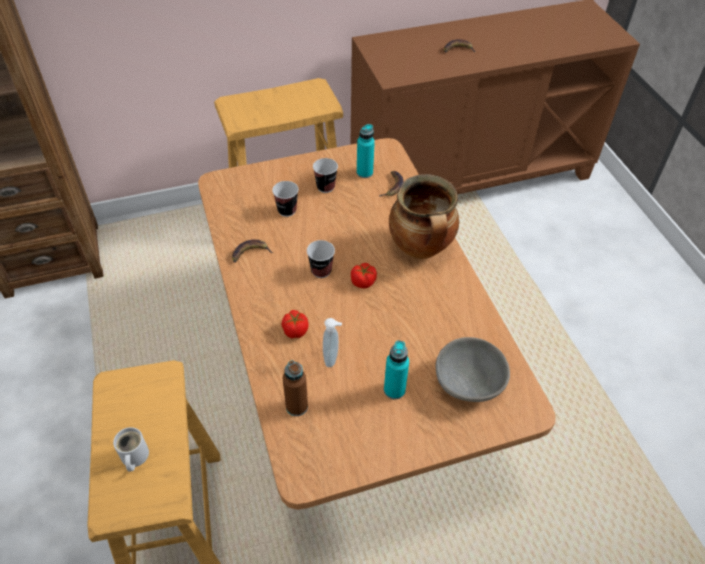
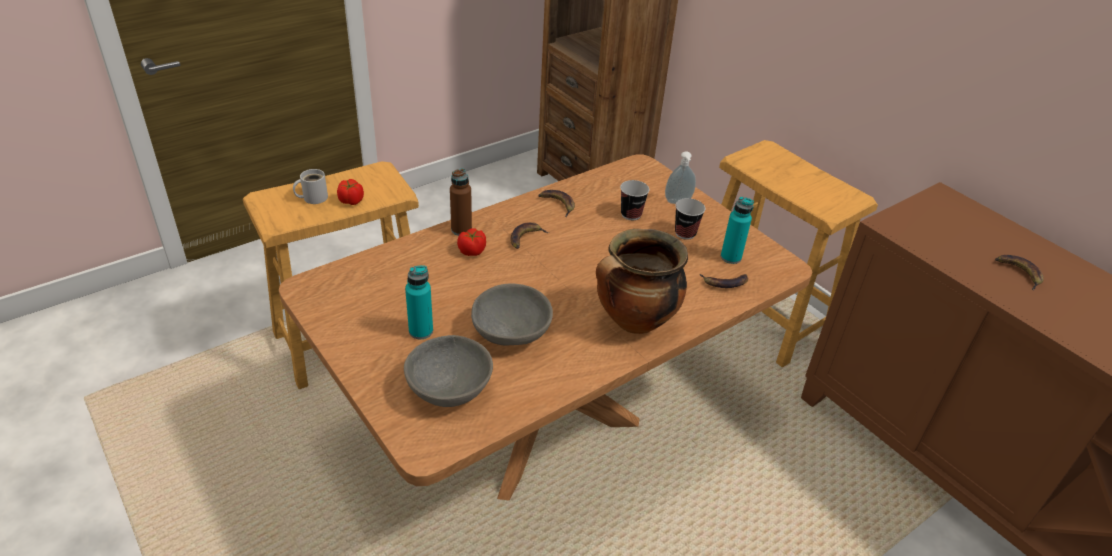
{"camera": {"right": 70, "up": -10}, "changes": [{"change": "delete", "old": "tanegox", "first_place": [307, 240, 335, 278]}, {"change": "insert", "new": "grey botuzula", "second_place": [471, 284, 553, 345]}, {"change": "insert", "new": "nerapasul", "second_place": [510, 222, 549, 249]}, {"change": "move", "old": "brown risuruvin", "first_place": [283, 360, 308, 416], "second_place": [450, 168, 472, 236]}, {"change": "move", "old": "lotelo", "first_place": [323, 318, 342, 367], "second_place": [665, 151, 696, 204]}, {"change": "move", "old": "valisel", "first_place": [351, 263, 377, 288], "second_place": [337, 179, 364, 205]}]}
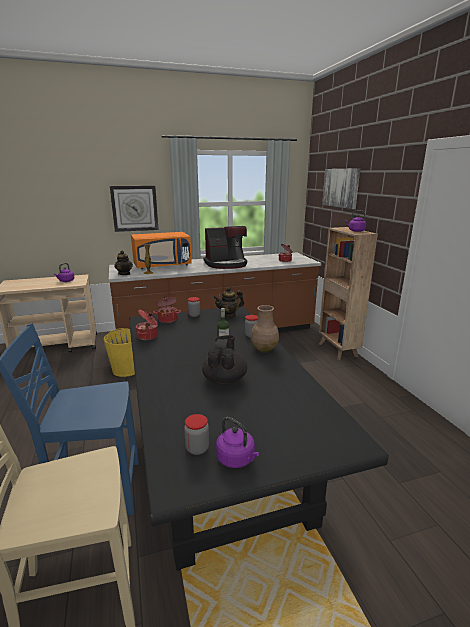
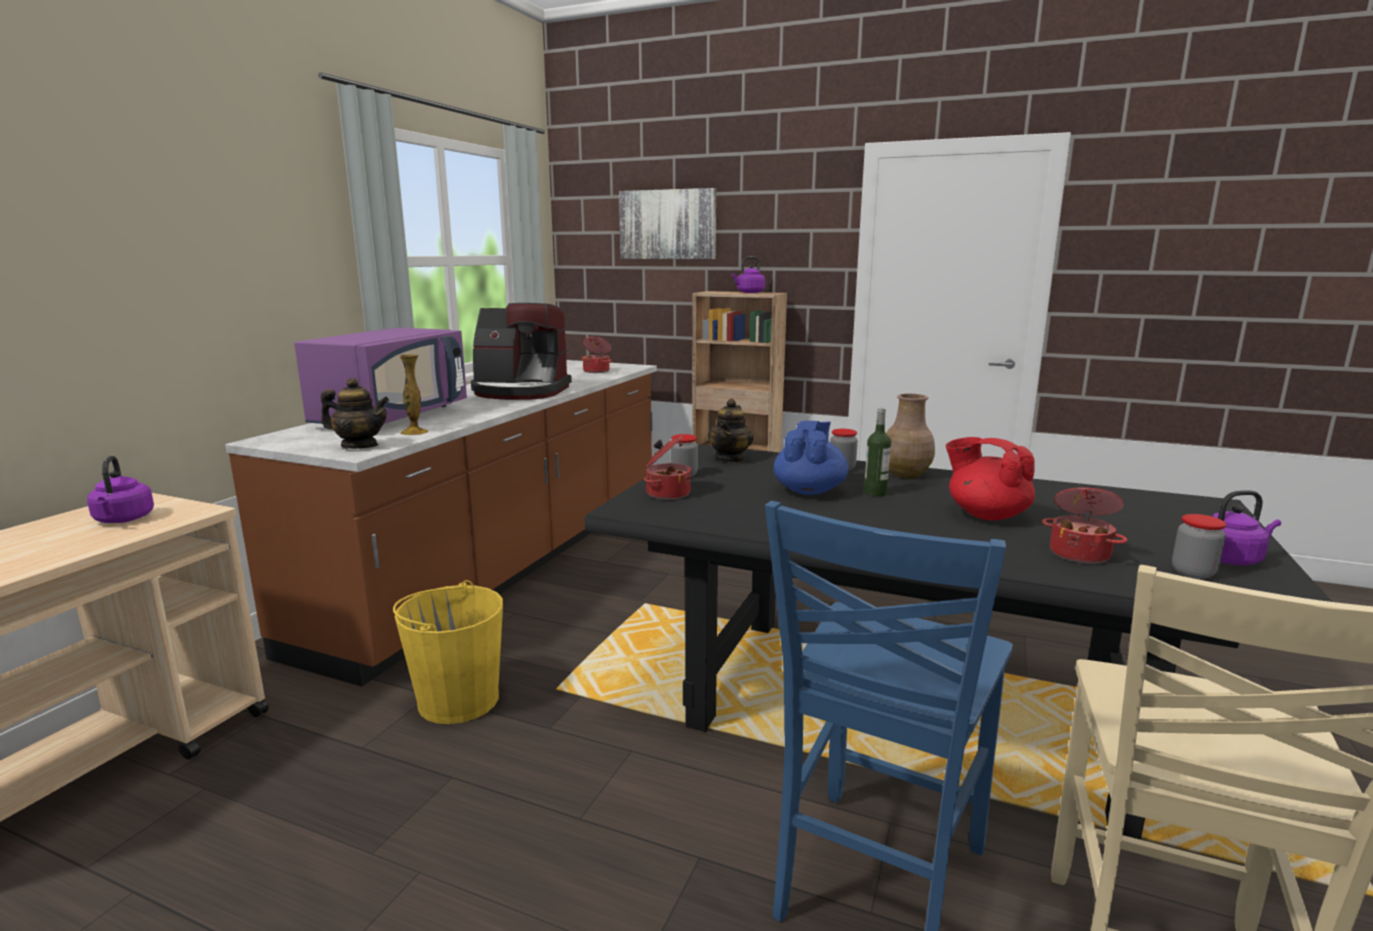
{"camera": {"right": -50, "up": -5}, "changes": [{"change": "delete", "old": "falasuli", "first_place": [110, 186, 159, 232]}, {"change": "insert", "new": "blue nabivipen", "second_place": [774, 421, 849, 495]}, {"change": "move", "old": "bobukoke", "first_place": [135, 310, 158, 340], "second_place": [1042, 486, 1127, 564]}, {"change": "recolor", "old": "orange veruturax", "new": "purple veruturax", "first_place": [131, 232, 192, 269], "second_place": [294, 328, 467, 428]}, {"change": "recolor", "old": "black nabivipen", "new": "red nabivipen", "first_place": [202, 335, 247, 385], "second_place": [945, 437, 1035, 520]}, {"change": "rotate", "old": "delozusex", "first_place": [203, 226, 247, 269], "second_place": [471, 303, 572, 400], "degrees": 75}]}
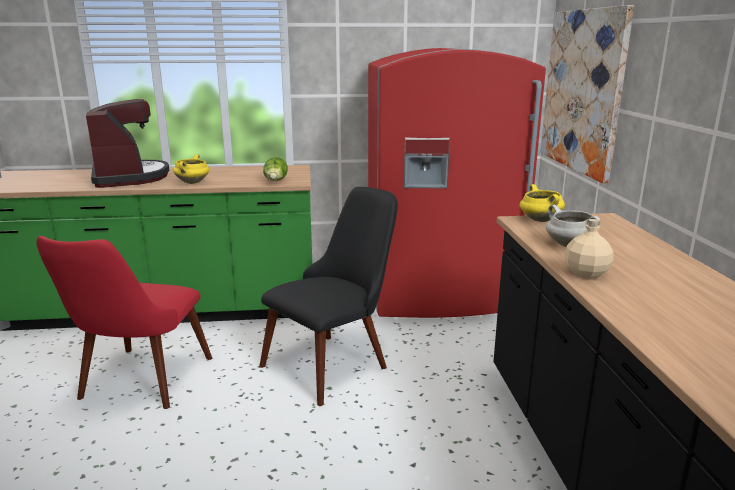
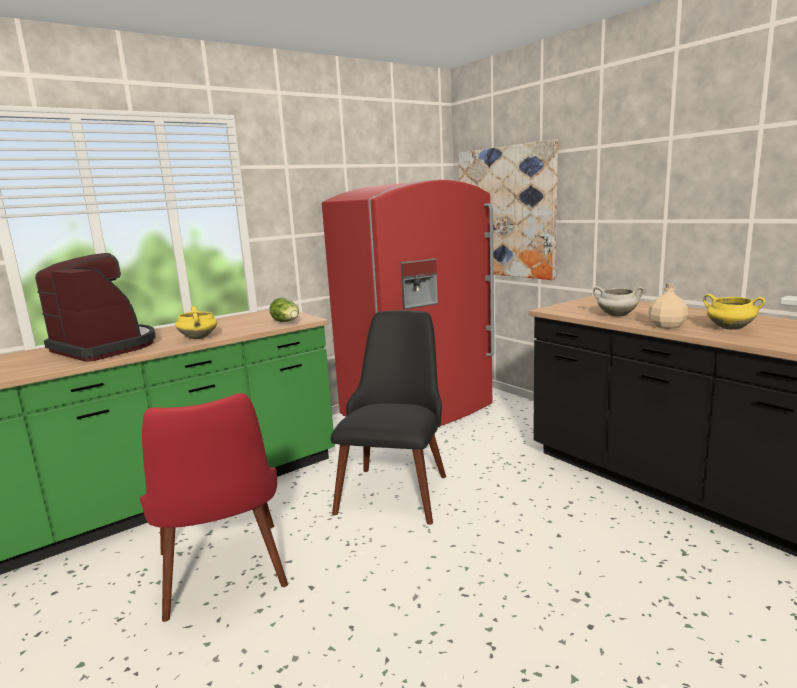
{"camera": {"right": -30, "up": -5}, "changes": [{"change": "move", "old": "yellow bobukoke", "first_place": [520, 184, 565, 222], "second_place": [703, 293, 766, 330]}]}
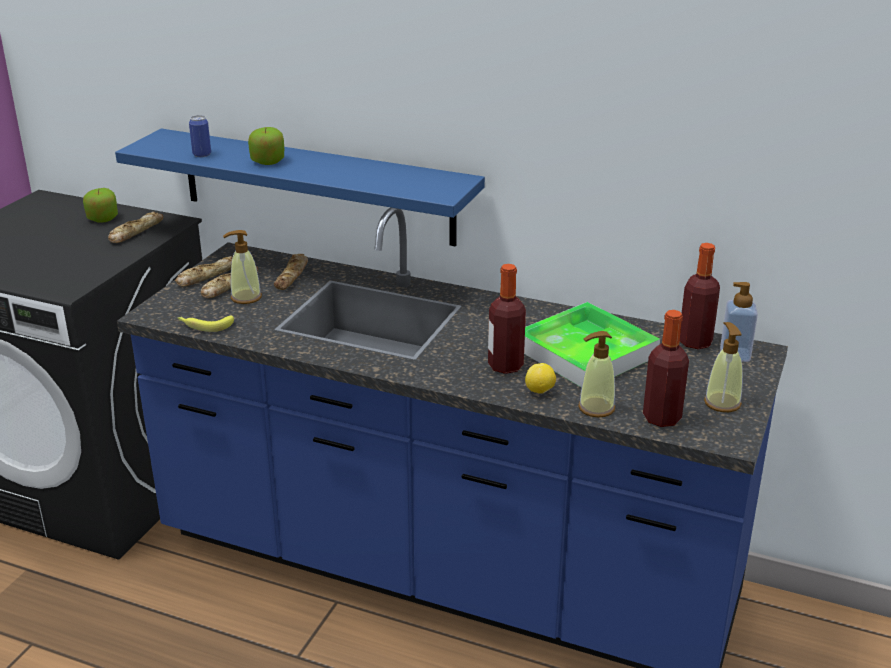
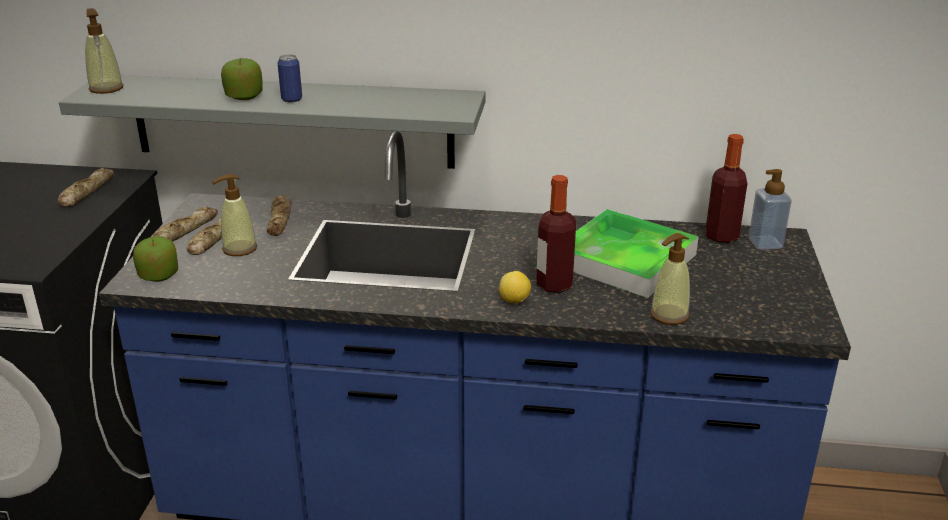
{"camera": {"right": -15, "up": 0}, "changes": [{"change": "delete", "old": "nerapasul", "first_place": [178, 315, 234, 332]}, {"change": "delete", "old": "risuruvin", "first_place": [643, 310, 689, 427]}, {"change": "move", "old": "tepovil", "first_place": [83, 188, 118, 223], "second_place": [133, 236, 178, 282]}, {"change": "move", "old": "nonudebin", "first_place": [189, 115, 211, 157], "second_place": [277, 54, 302, 102]}, {"change": "move", "old": "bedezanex", "first_place": [525, 363, 556, 394], "second_place": [499, 271, 531, 303]}, {"change": "move", "old": "lotelo", "first_place": [704, 322, 743, 412], "second_place": [85, 8, 124, 94]}, {"change": "recolor", "old": "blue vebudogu", "new": "grey vebudogu", "first_place": [115, 129, 485, 246], "second_place": [59, 75, 485, 169]}]}
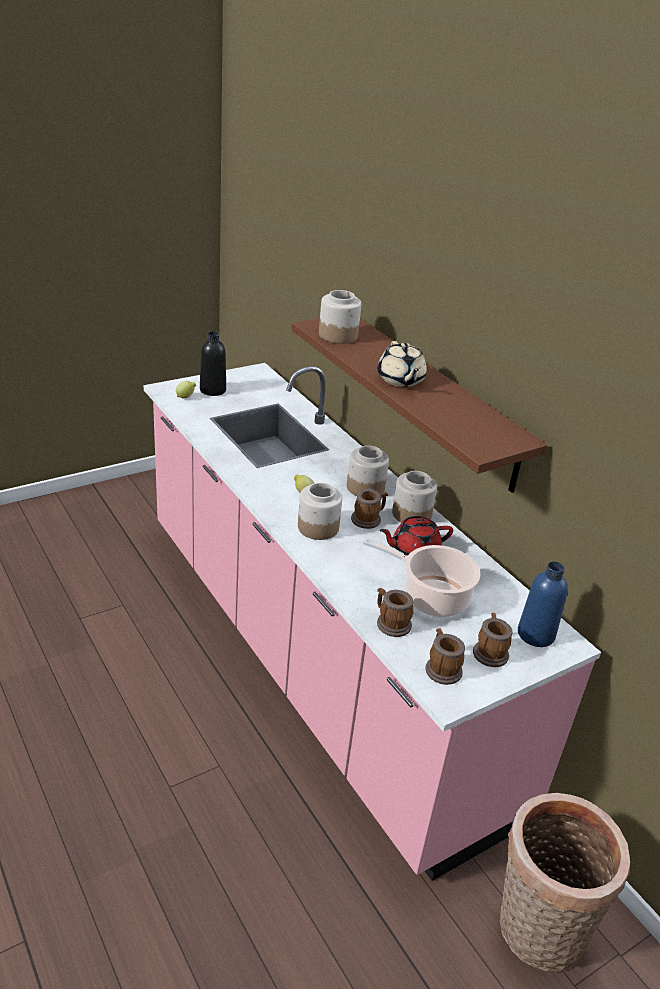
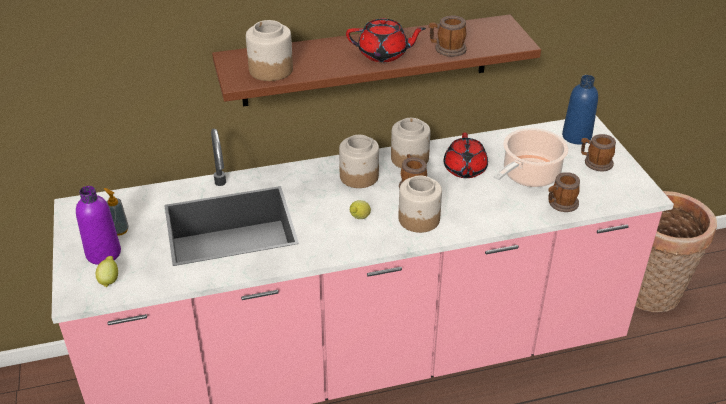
{"camera": {"right": -70, "up": 5}, "changes": [{"change": "insert", "new": "lotelo", "second_place": [104, 188, 129, 236]}, {"change": "move", "old": "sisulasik", "first_place": [425, 628, 465, 685], "second_place": [429, 15, 467, 57]}, {"change": "recolor", "old": "black risuruvin", "new": "purple risuruvin", "first_place": [200, 331, 226, 396], "second_place": [76, 186, 121, 265]}, {"change": "recolor", "old": "beige nabivipen", "new": "red nabivipen", "first_place": [377, 341, 427, 387], "second_place": [346, 18, 426, 62]}]}
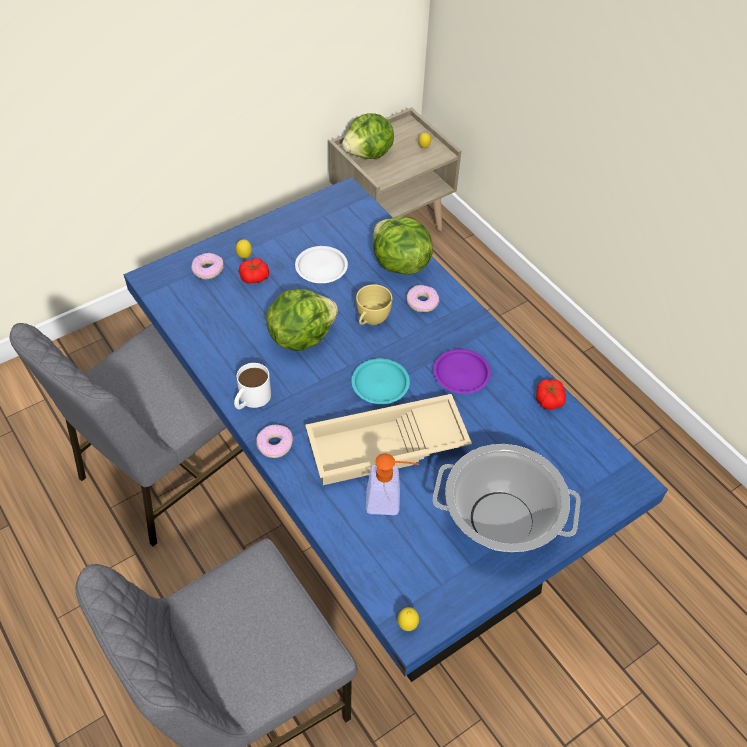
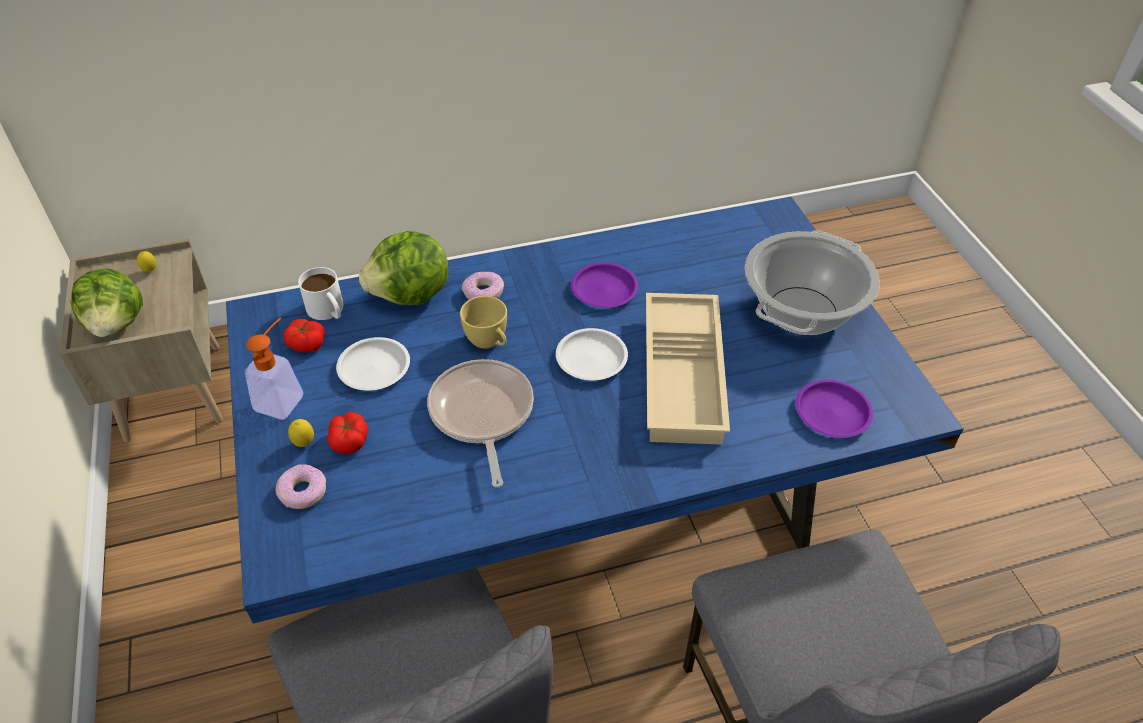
{"camera": {"right": -70, "up": -5}, "changes": [{"change": "delete", "old": "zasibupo", "first_place": [256, 425, 293, 458]}, {"change": "delete", "old": "bedezanex", "first_place": [398, 607, 419, 631]}, {"change": "insert", "new": "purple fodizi", "second_place": [795, 380, 873, 438]}, {"change": "move", "old": "white sisulasik", "first_place": [234, 363, 271, 409], "second_place": [298, 267, 344, 320]}, {"change": "move", "old": "lotelo", "first_place": [366, 453, 419, 515], "second_place": [245, 317, 304, 420]}, {"change": "move", "old": "valisel", "first_place": [536, 379, 566, 410], "second_place": [284, 319, 325, 352]}, {"change": "replace", "old": "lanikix", "new": "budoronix", "first_place": [266, 289, 338, 351], "second_place": [427, 359, 534, 488]}, {"change": "recolor", "old": "turquoise fodizi", "new": "white fodizi", "first_place": [352, 358, 410, 404], "second_place": [556, 328, 628, 380]}]}
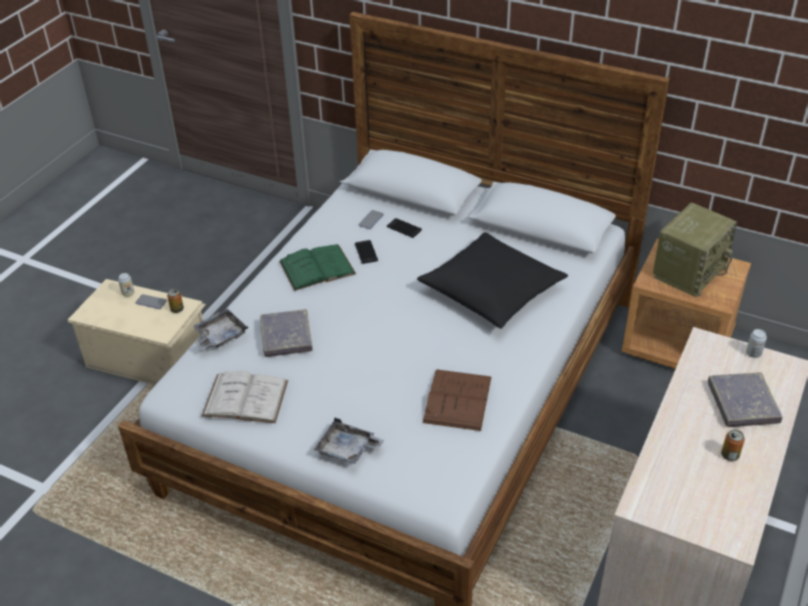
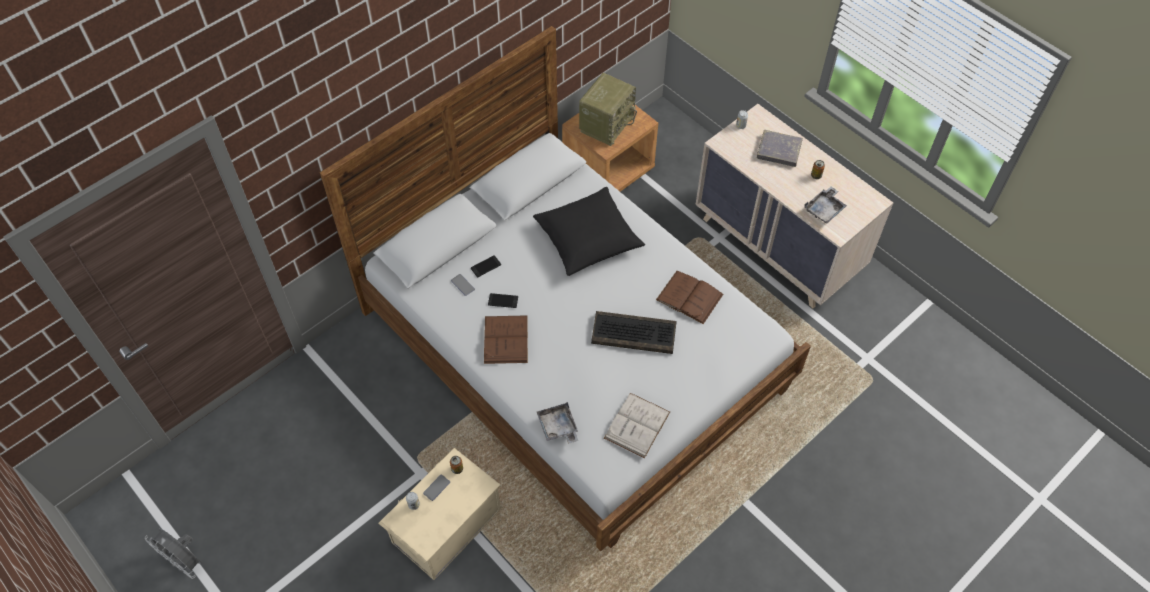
{"camera": {"right": -70, "up": 15}, "changes": [{"change": "delete", "old": "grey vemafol", "first_place": [260, 309, 313, 357]}, {"change": "insert", "new": "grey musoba", "second_place": [145, 528, 202, 579]}, {"change": "insert", "new": "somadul", "second_place": [591, 311, 677, 354]}, {"change": "move", "old": "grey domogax", "first_place": [314, 417, 384, 464], "second_place": [804, 187, 847, 223]}, {"change": "recolor", "old": "green vemafol", "new": "brown vemafol", "first_place": [279, 244, 356, 291], "second_place": [484, 315, 528, 364]}, {"change": "rotate", "old": "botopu", "first_place": [653, 203, 737, 297], "second_place": [579, 73, 637, 146], "degrees": 60}]}
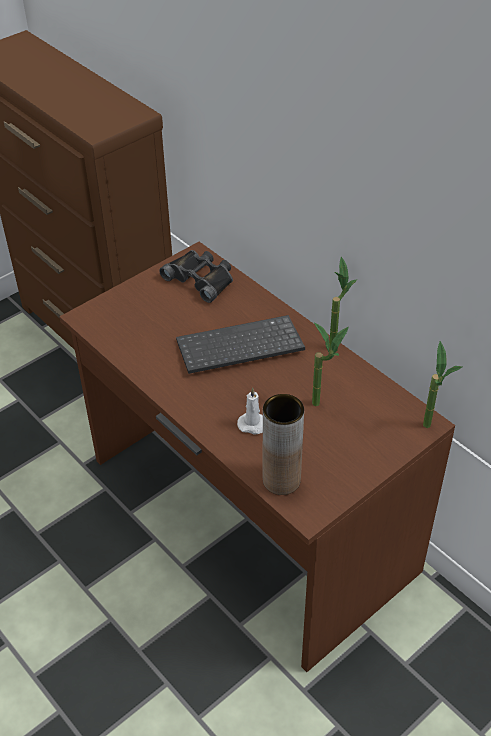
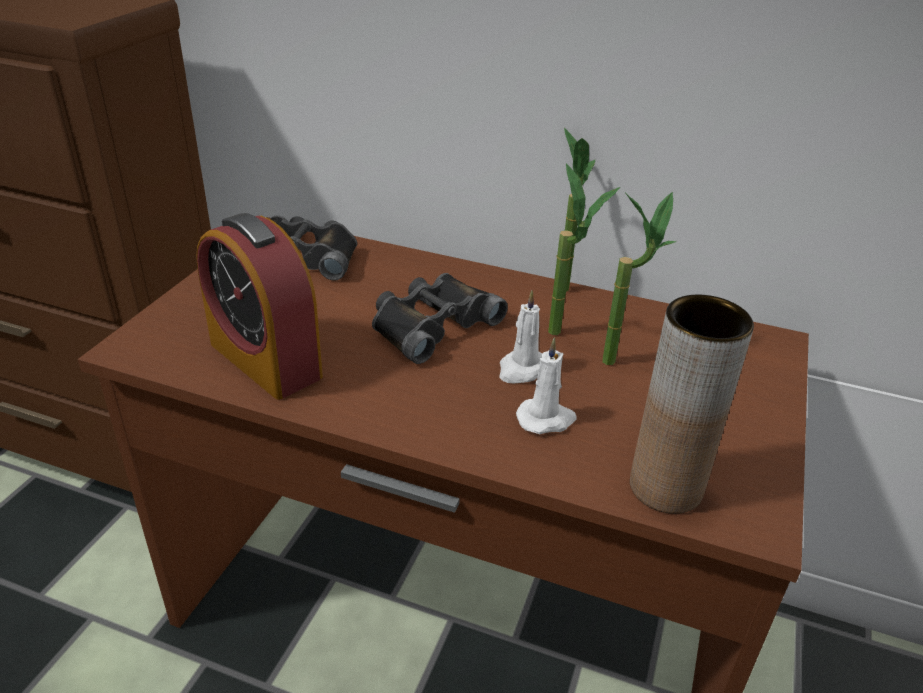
{"camera": {"right": -30, "up": -10}, "changes": [{"change": "insert", "new": "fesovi", "second_place": [196, 213, 323, 400]}, {"change": "insert", "new": "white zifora", "second_place": [499, 290, 542, 383]}, {"change": "move", "old": "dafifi", "first_place": [423, 341, 463, 428], "second_place": [548, 164, 620, 335]}, {"change": "replace", "old": "somadul", "new": "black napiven", "first_place": [176, 315, 305, 374], "second_place": [372, 273, 508, 364]}]}
